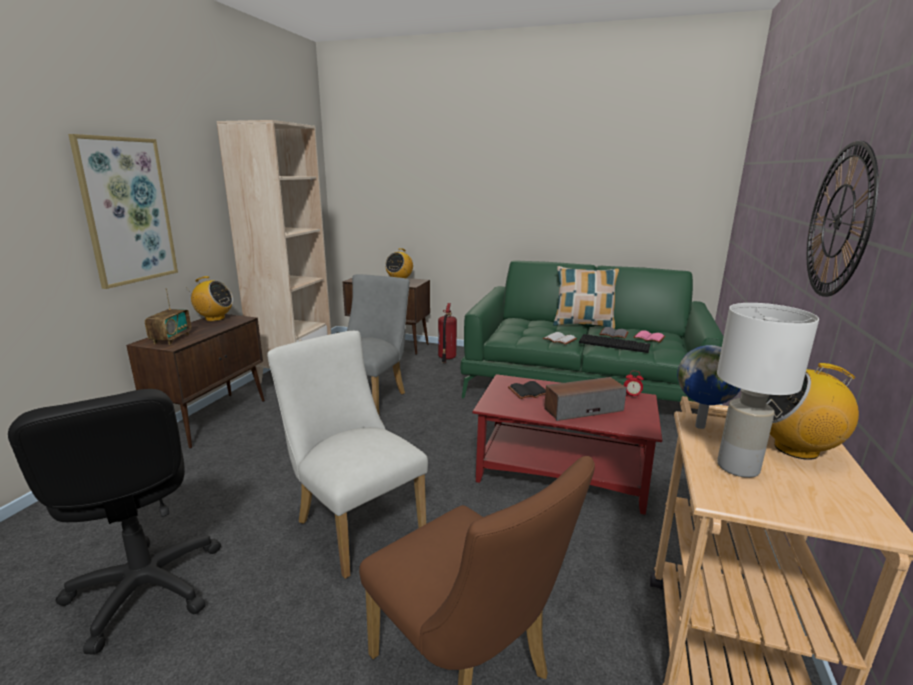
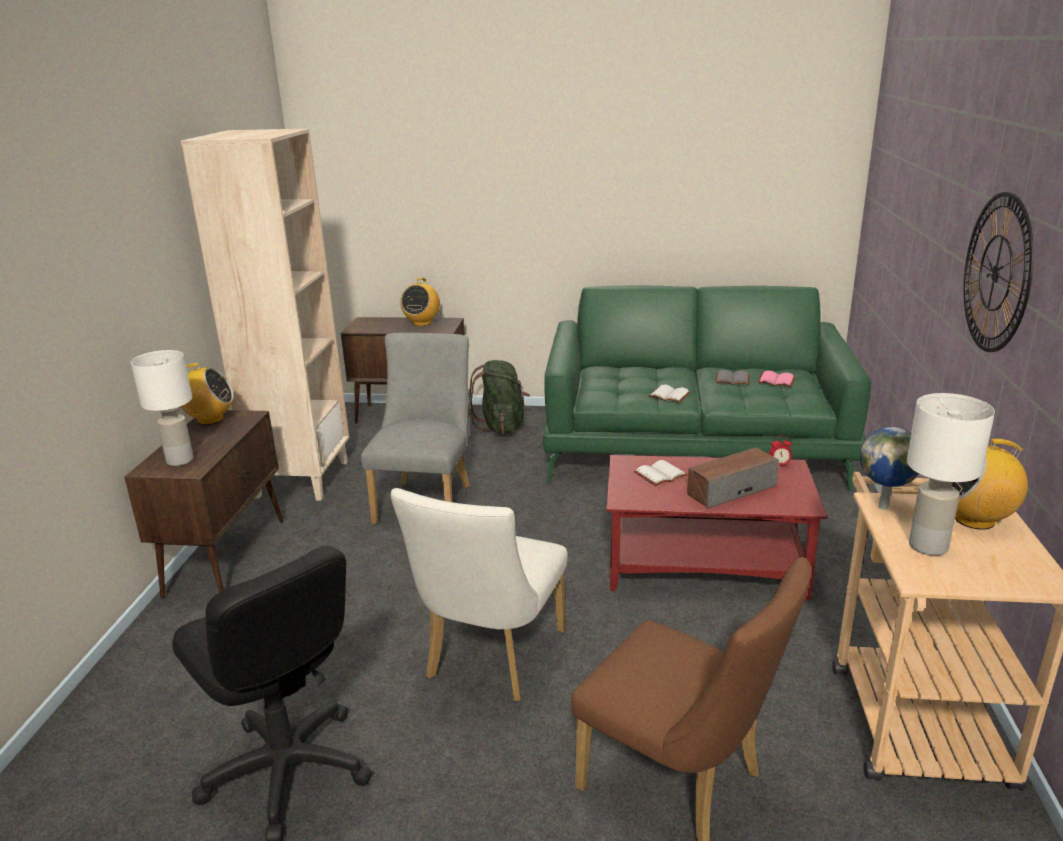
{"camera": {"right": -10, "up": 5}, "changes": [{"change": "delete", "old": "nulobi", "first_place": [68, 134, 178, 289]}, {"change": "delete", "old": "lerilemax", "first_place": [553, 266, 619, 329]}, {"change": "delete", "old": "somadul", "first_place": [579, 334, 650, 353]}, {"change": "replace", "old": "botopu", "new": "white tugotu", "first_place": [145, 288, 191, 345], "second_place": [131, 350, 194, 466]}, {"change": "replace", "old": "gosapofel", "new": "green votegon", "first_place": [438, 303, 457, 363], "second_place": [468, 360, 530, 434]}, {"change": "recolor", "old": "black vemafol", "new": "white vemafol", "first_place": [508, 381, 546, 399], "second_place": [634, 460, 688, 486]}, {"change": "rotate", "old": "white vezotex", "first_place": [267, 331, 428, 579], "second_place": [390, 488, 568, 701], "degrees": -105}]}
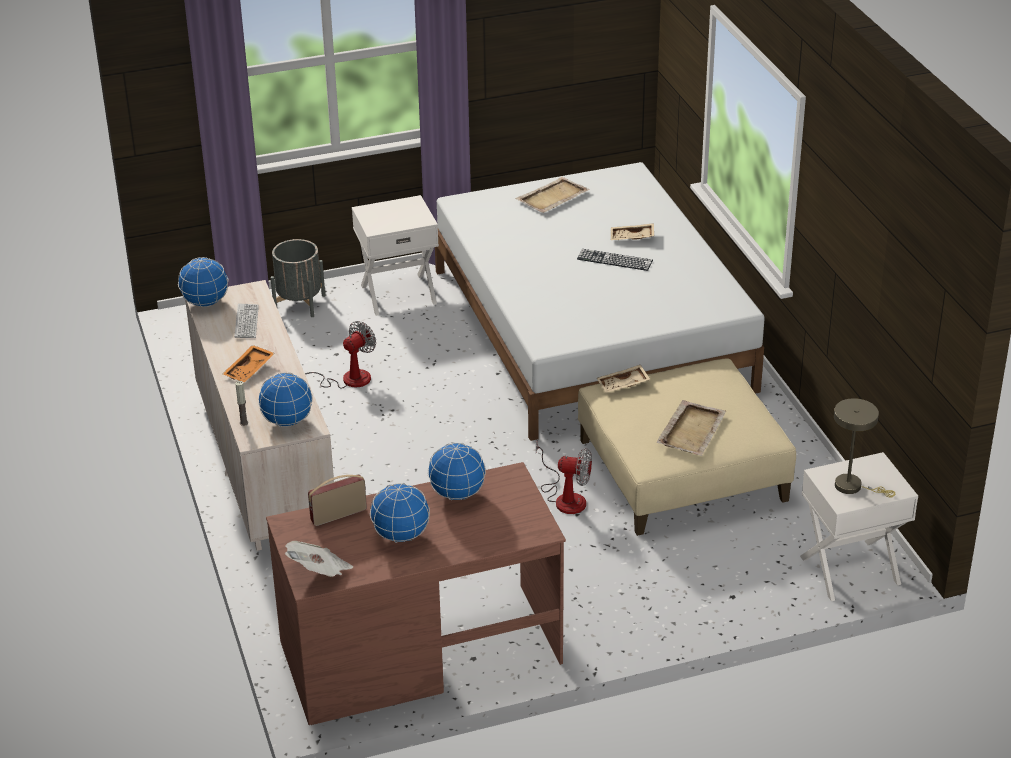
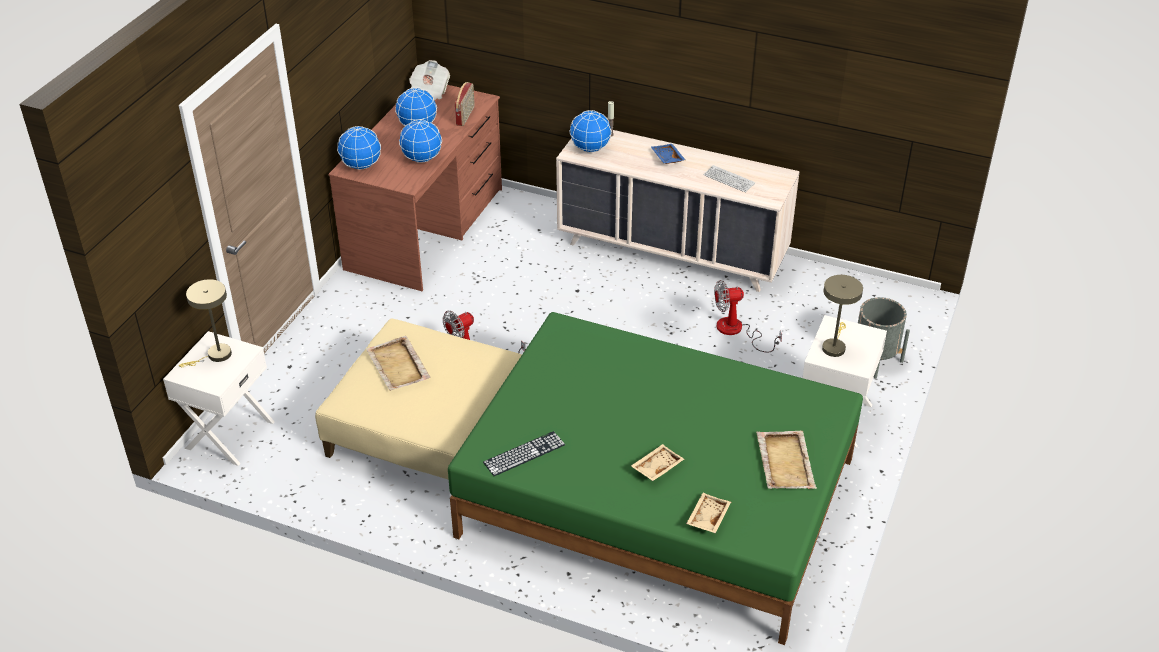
{"camera": {"right": 130, "up": 5}, "changes": [{"change": "insert", "new": "beige tugotu", "second_place": [822, 275, 863, 357]}, {"change": "move", "old": "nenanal", "first_place": [178, 257, 228, 307], "second_place": [337, 126, 381, 170]}, {"change": "move", "old": "somadul", "first_place": [577, 249, 653, 271], "second_place": [483, 431, 565, 476]}, {"change": "move", "old": "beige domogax", "first_place": [597, 365, 650, 393], "second_place": [686, 493, 731, 533]}, {"change": "recolor", "old": "orange domogax", "new": "blue domogax", "first_place": [223, 345, 275, 382], "second_place": [651, 144, 686, 164]}, {"change": "recolor", "old": "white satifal", "new": "green satifal", "first_place": [435, 162, 765, 441], "second_place": [448, 312, 863, 645]}, {"change": "rotate", "old": "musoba", "first_place": [305, 321, 376, 389], "second_place": [714, 280, 782, 353], "degrees": 90}]}
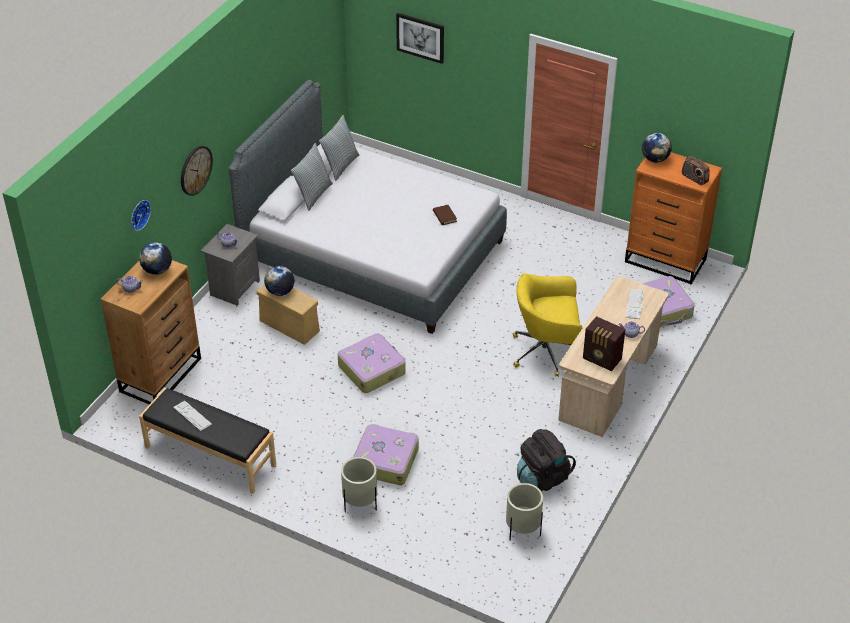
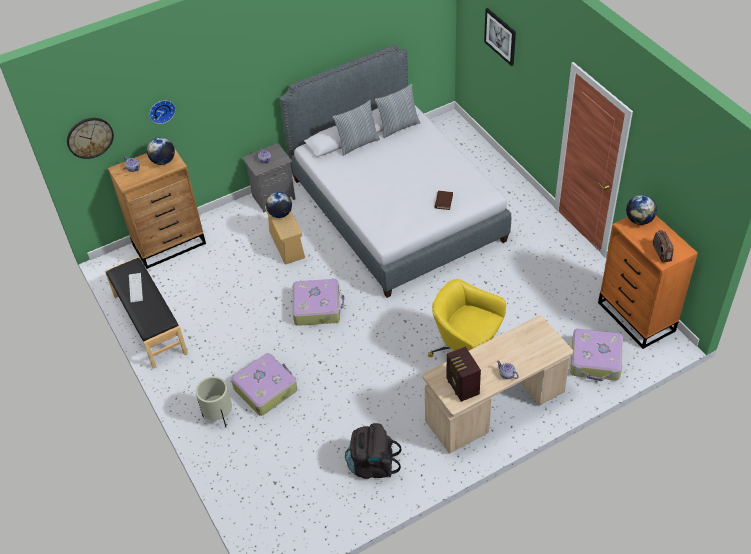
{"camera": {"right": 35, "up": 5}, "changes": [{"change": "delete", "old": "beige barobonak", "first_place": [506, 483, 543, 541]}, {"change": "delete", "old": "somadul", "first_place": [626, 289, 644, 319]}, {"change": "move", "old": "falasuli", "first_place": [181, 146, 213, 196], "second_place": [67, 118, 114, 159]}]}
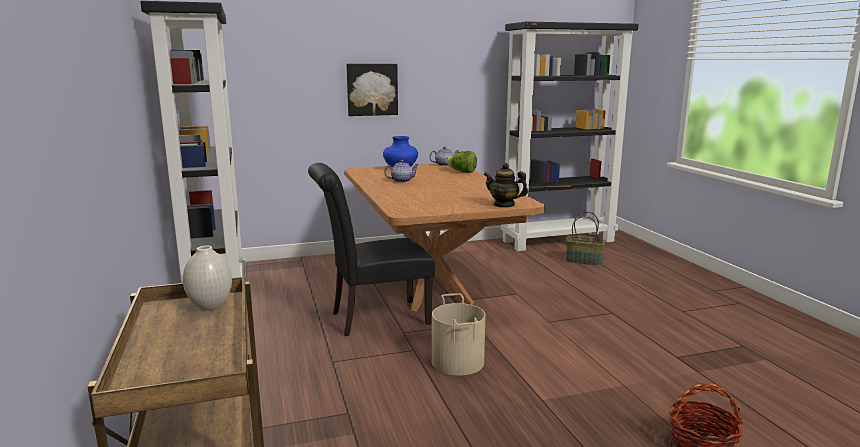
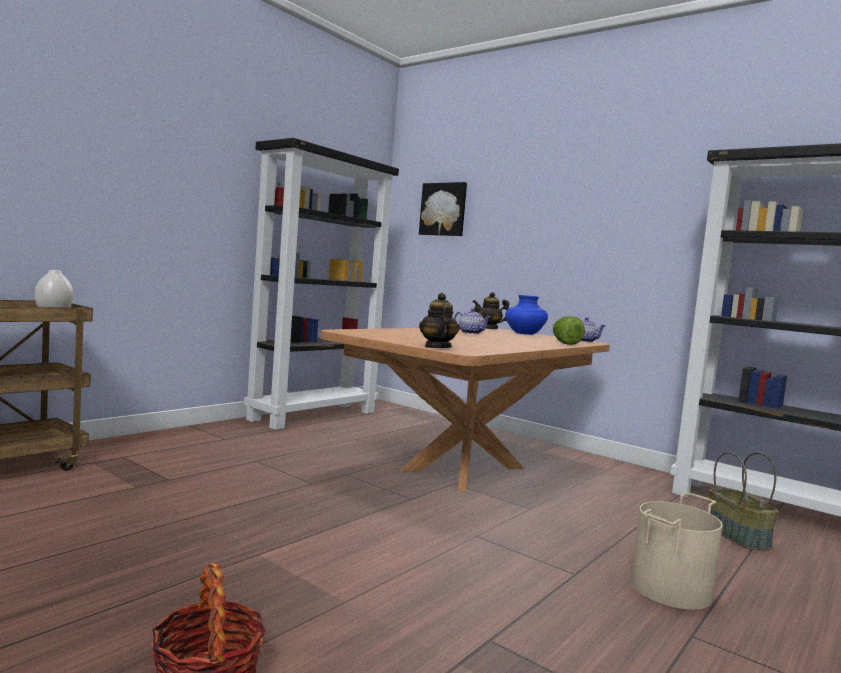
{"camera": {"right": 55, "up": -10}, "changes": [{"change": "delete", "old": "black vezotex", "first_place": [308, 163, 435, 336]}, {"change": "insert", "new": "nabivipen", "second_place": [473, 292, 509, 329]}, {"change": "move", "old": "nulobi", "first_place": [346, 64, 398, 116], "second_place": [419, 182, 467, 236]}, {"change": "move", "old": "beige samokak", "first_place": [432, 293, 485, 376], "second_place": [631, 492, 723, 610]}]}
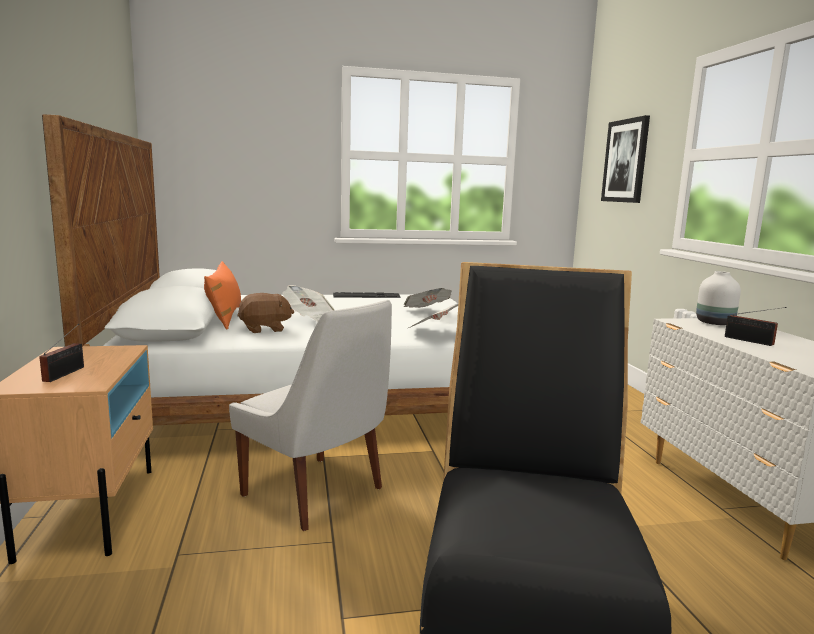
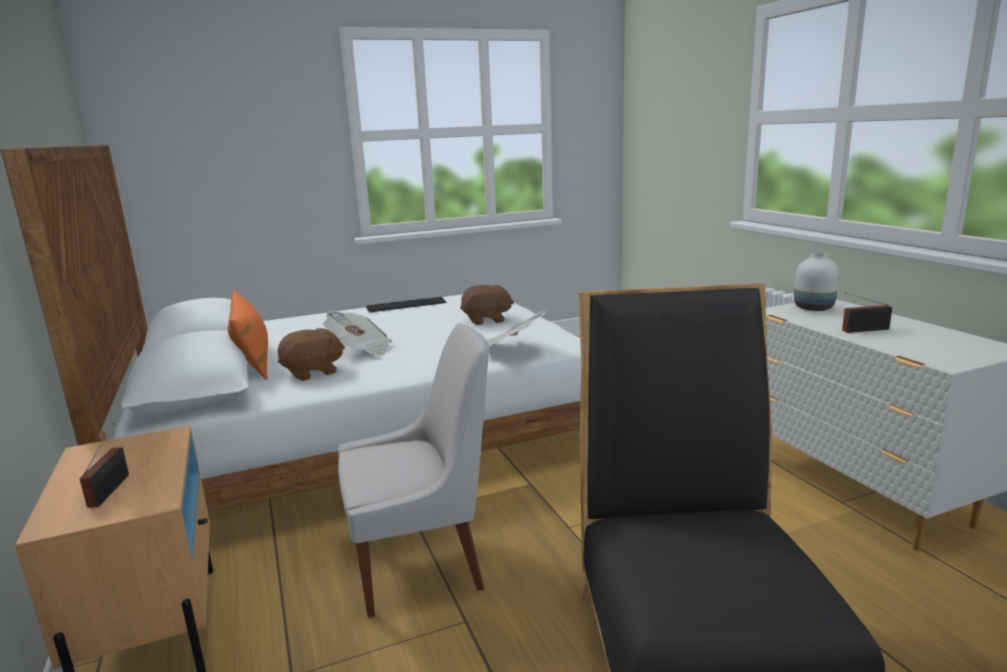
{"camera": {"right": -10, "up": 5}, "changes": [{"change": "delete", "old": "nulobi", "first_place": [601, 115, 650, 203]}, {"change": "replace", "old": "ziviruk", "new": "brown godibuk", "first_place": [403, 288, 452, 308], "second_place": [460, 285, 514, 325]}, {"change": "rotate", "old": "white vezotex", "first_place": [229, 300, 392, 531], "second_place": [338, 323, 489, 618], "degrees": -45}, {"change": "rotate", "old": "botopu", "first_place": [725, 307, 787, 346], "second_place": [842, 292, 892, 333], "degrees": 135}]}
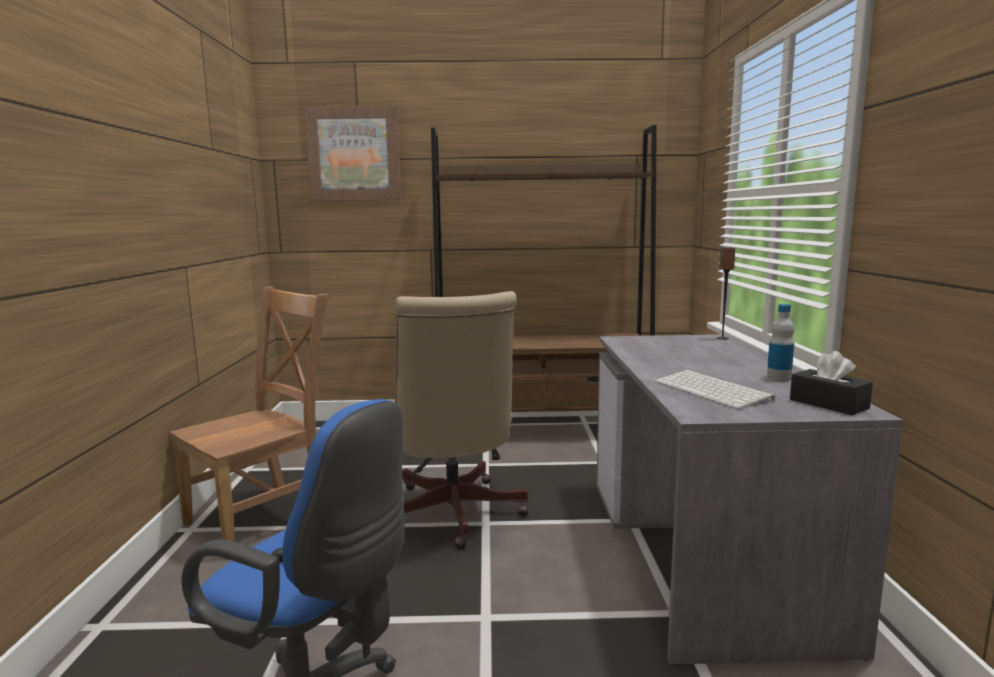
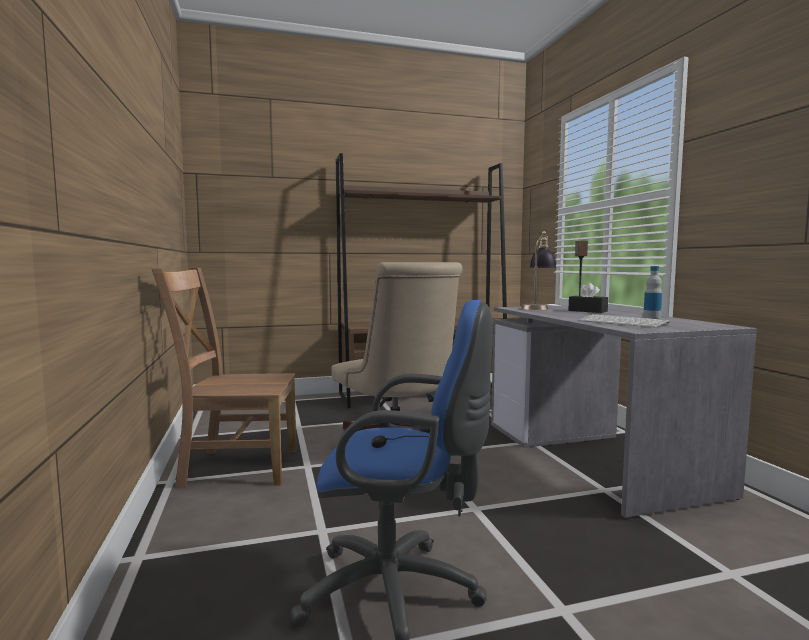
{"camera": {"right": -15, "up": -5}, "changes": [{"change": "delete", "old": "nulobi", "first_place": [305, 106, 401, 201]}, {"change": "insert", "new": "tugotu", "second_place": [521, 231, 557, 310]}, {"change": "move", "old": "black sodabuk", "first_place": [790, 351, 873, 415], "second_place": [568, 283, 608, 313]}, {"change": "rotate", "old": "brown vezotex", "first_place": [170, 286, 329, 560], "second_place": [152, 268, 296, 488], "degrees": -120}]}
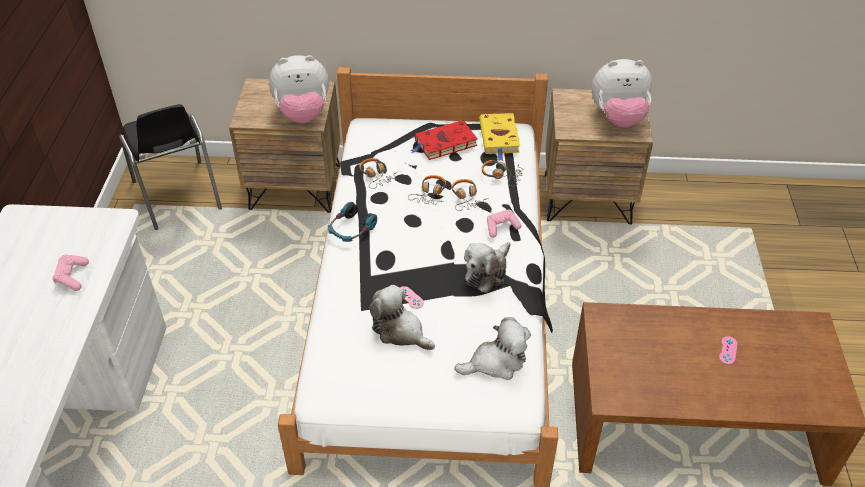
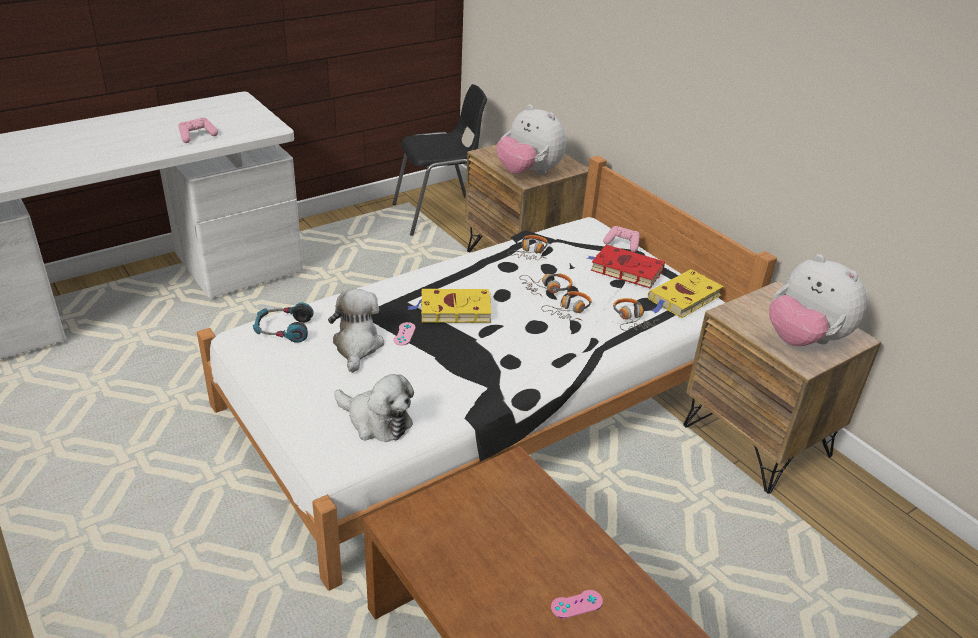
{"camera": {"right": 50, "up": -10}, "changes": [{"change": "delete", "old": "godibuk", "first_place": [464, 242, 511, 293]}, {"change": "insert", "new": "yellow vemafol", "second_place": [408, 289, 492, 323]}, {"change": "move", "old": "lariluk", "first_place": [328, 202, 377, 242], "second_place": [253, 303, 314, 343]}, {"change": "move", "old": "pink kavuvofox", "first_place": [487, 209, 521, 238], "second_place": [603, 226, 640, 252]}, {"change": "rotate", "old": "black vezotex", "first_place": [119, 104, 222, 230], "second_place": [392, 84, 487, 236], "degrees": -135}]}
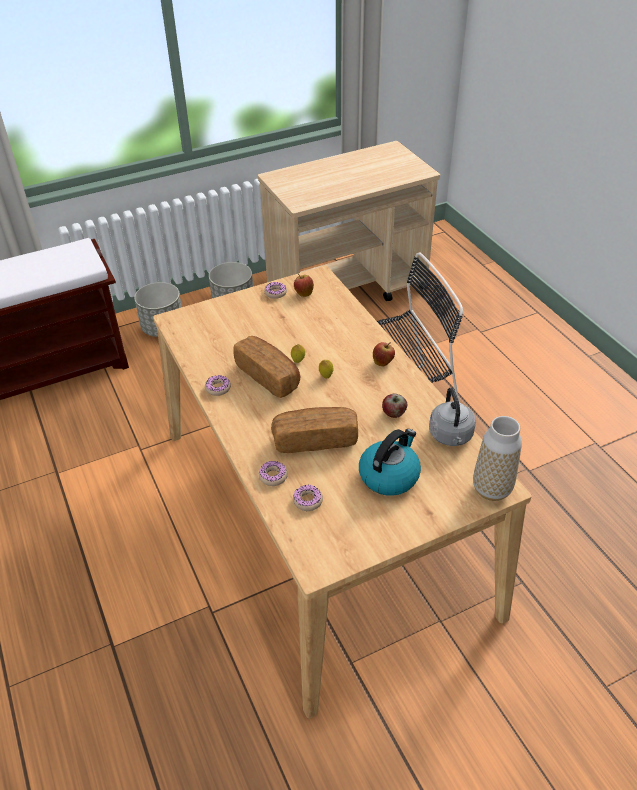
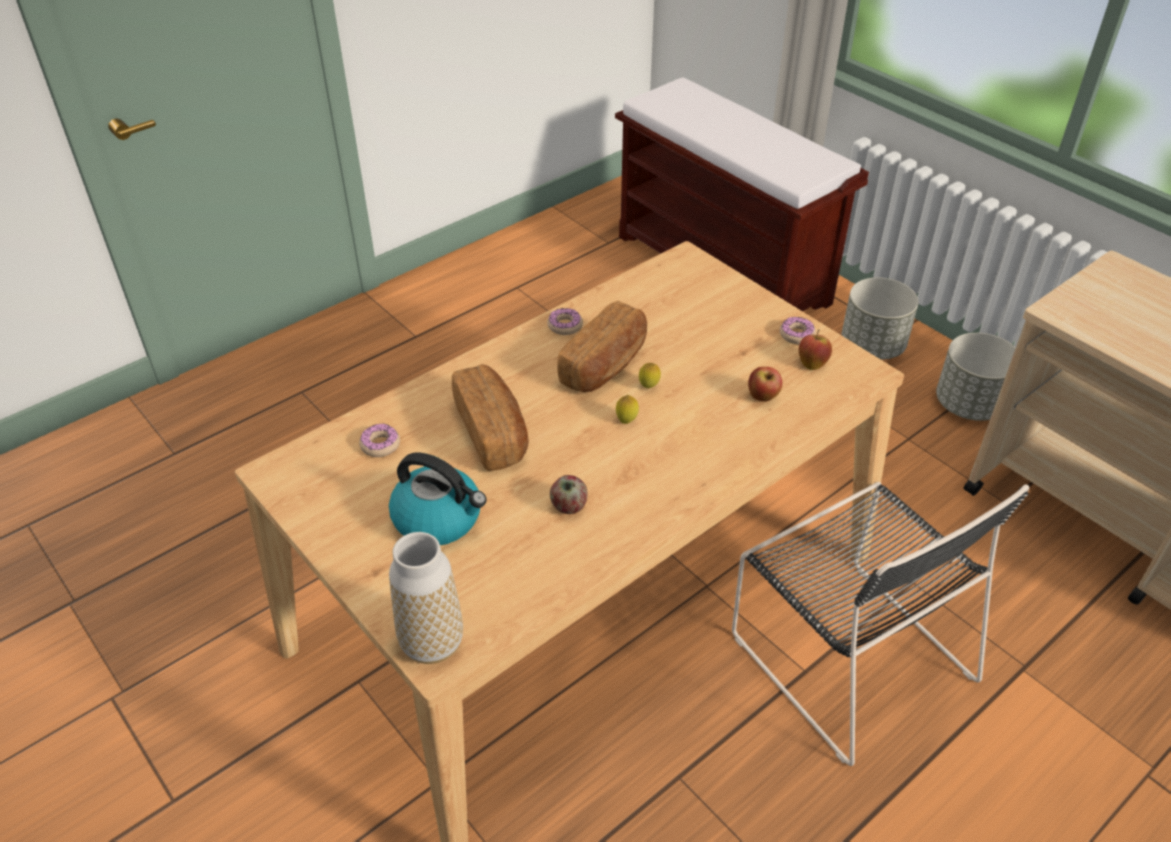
{"camera": {"right": 75, "up": 0}, "changes": [{"change": "delete", "old": "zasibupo", "first_place": [259, 461, 288, 486]}, {"change": "delete", "old": "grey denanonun", "first_place": [429, 388, 476, 446]}, {"change": "move", "old": "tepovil", "first_place": [373, 342, 395, 366], "second_place": [748, 367, 782, 402]}]}
